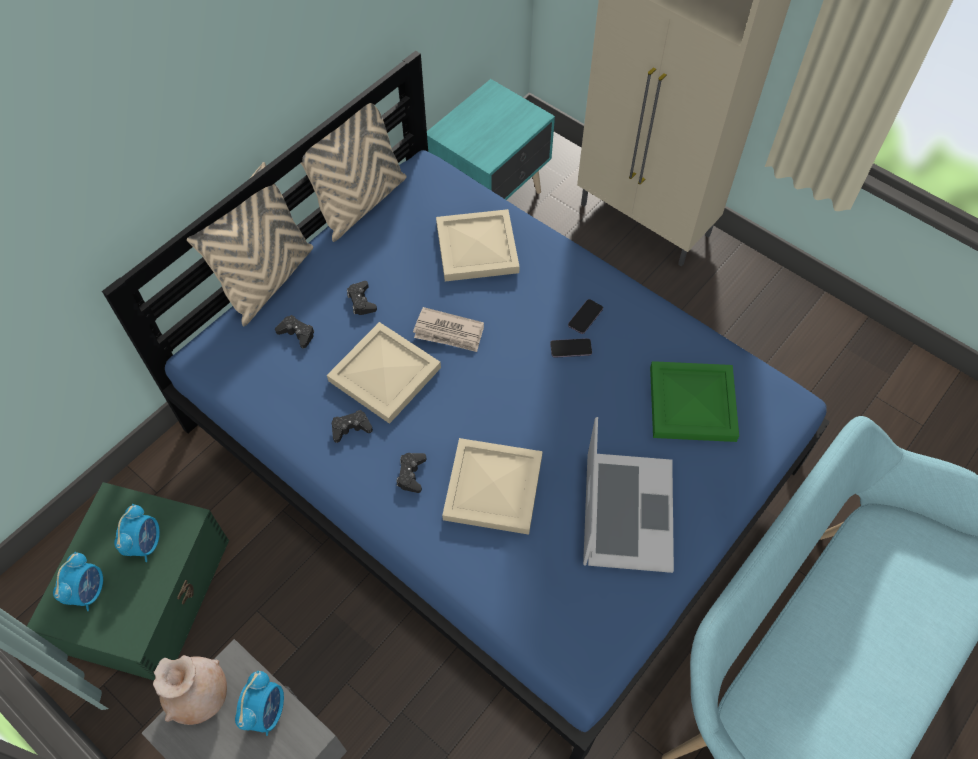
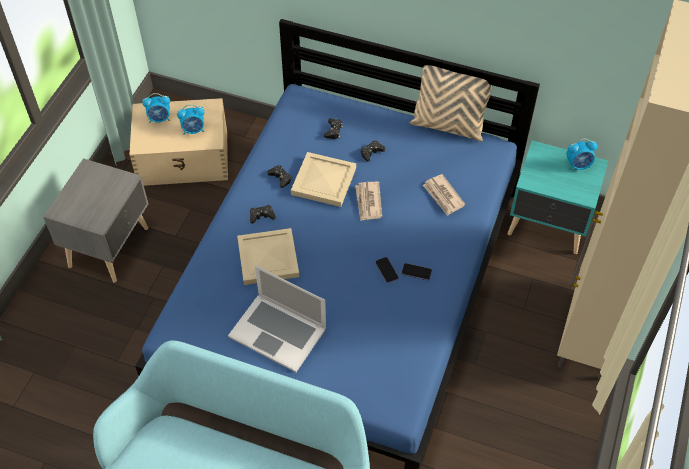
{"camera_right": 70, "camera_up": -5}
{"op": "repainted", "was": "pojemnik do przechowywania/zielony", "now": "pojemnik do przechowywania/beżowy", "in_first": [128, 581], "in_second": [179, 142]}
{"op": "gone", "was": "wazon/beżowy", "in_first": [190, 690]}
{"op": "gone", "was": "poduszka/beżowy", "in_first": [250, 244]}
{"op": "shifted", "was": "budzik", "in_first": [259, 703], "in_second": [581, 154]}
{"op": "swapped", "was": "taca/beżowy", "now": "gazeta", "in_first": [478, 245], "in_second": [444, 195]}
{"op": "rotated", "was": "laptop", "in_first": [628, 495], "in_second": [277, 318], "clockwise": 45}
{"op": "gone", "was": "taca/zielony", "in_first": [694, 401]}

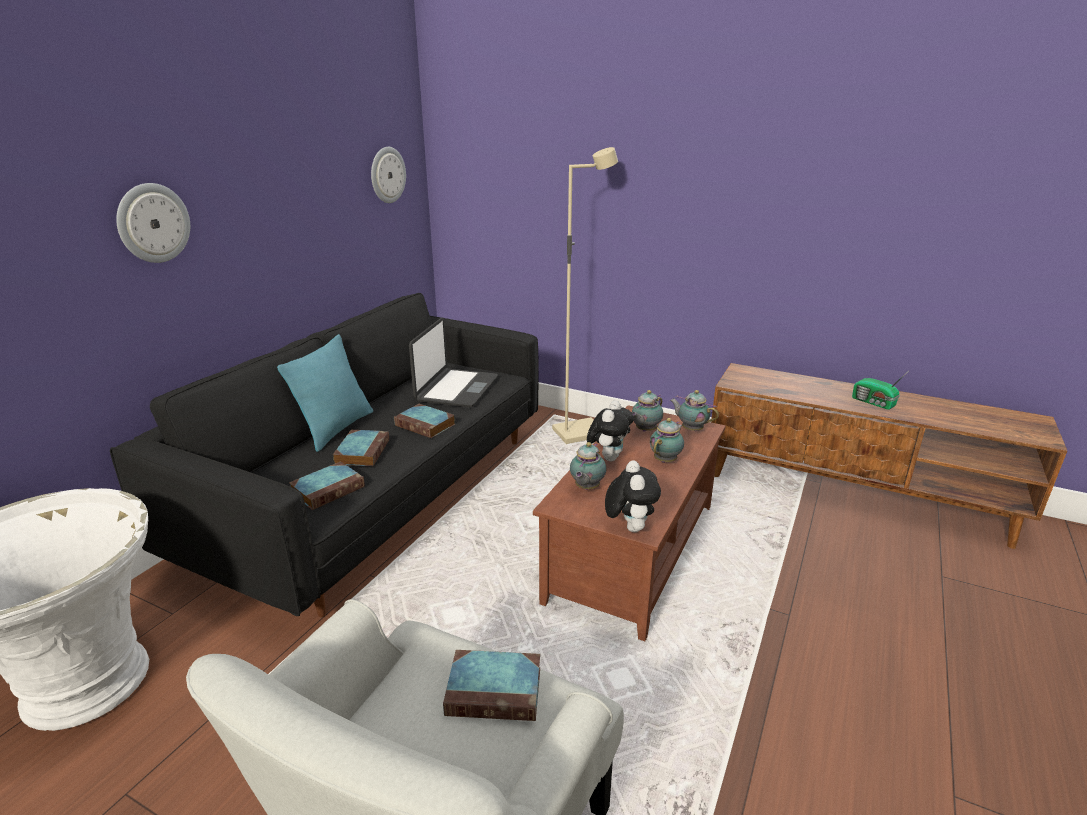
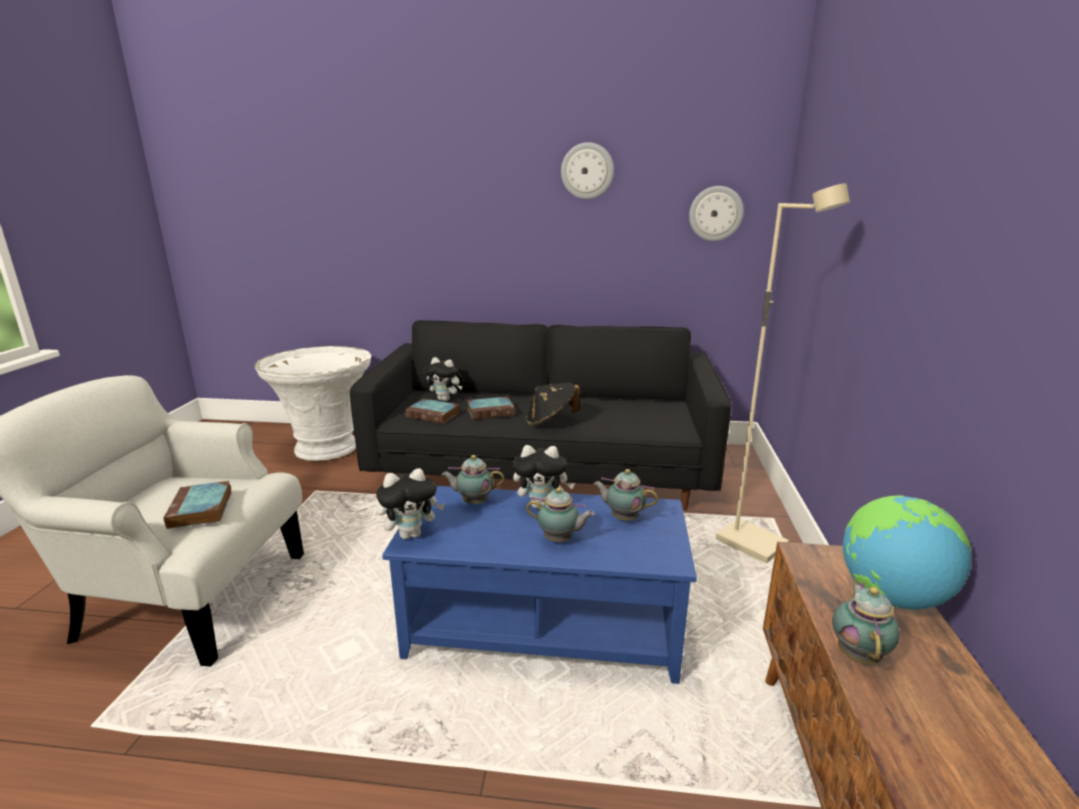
{"camera_right": 70, "camera_up": -5}
{"op": "shifted", "was": "zegar ścienny", "in_first": [153, 223], "in_second": [587, 170]}
{"op": "gone", "was": "poduszka/turkusowy", "in_first": [325, 393]}
{"op": "swapped", "was": "książka", "now": "kapelusz/czarny", "in_first": [424, 421], "in_second": [553, 404]}
{"op": "gone", "was": "laptop", "in_first": [453, 362]}
{"op": "repainted", "was": "ława/brązowy", "now": "ława/niebieski", "in_first": [629, 523], "in_second": [539, 585]}
{"op": "shifted", "was": "imbryk", "in_first": [694, 410], "in_second": [866, 623]}
{"op": "gone", "was": "radio", "in_first": [880, 391]}
{"op": "new", "now": "pluszak", "in_second": [443, 379]}
{"op": "new", "now": "globus", "in_second": [907, 552]}

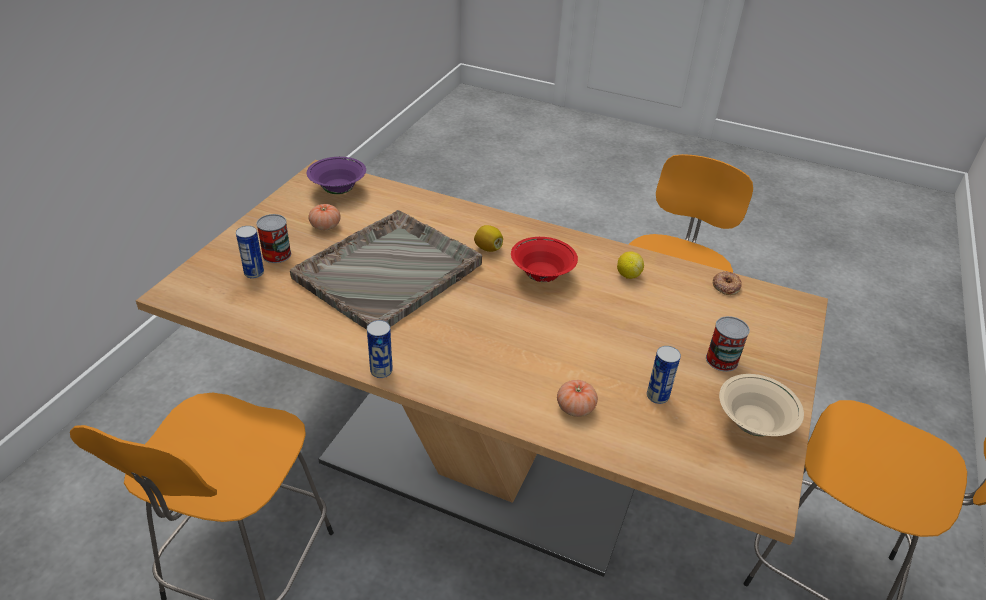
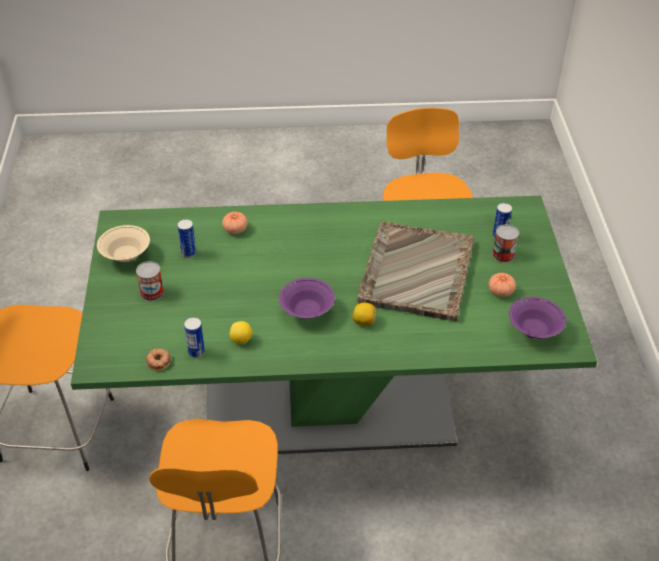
{"camera_right": 155, "camera_up": 5}
{"op": "repainted", "was": "stół jadalny/beżowy", "now": "stół jadalny/zielony", "in_first": [482, 368], "in_second": [334, 325]}
{"op": "shifted", "was": "puszka", "in_first": [380, 349], "in_second": [194, 337]}
{"op": "repainted", "was": "miska/czerwony", "now": "miska/fioletowy", "in_first": [544, 259], "in_second": [307, 298]}

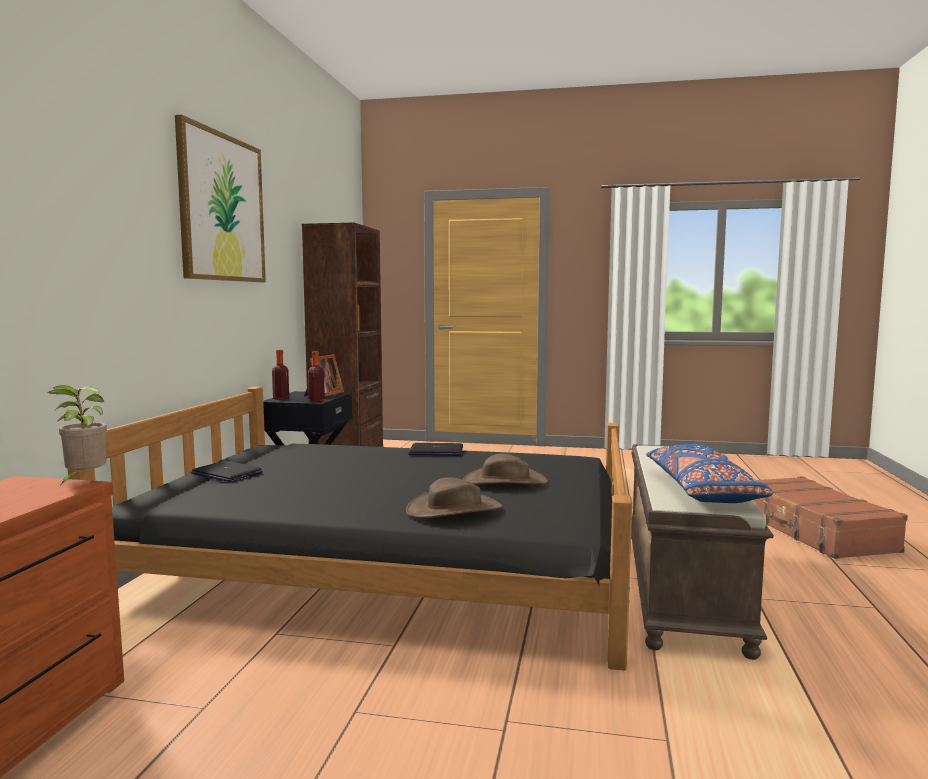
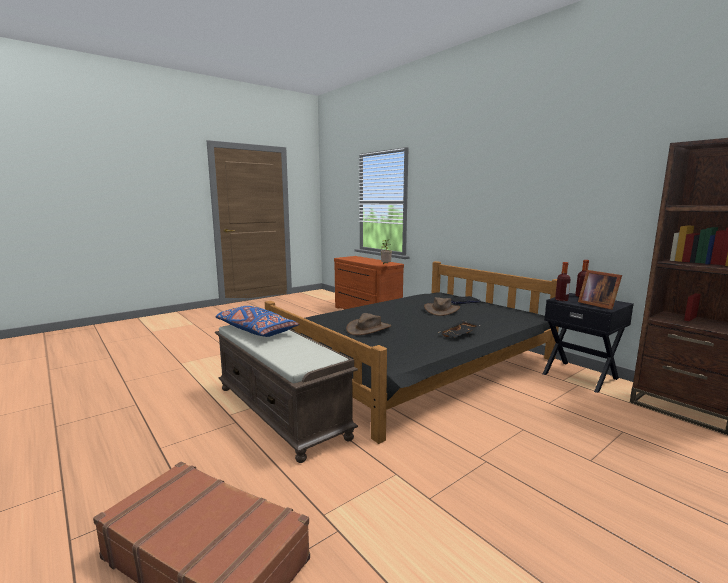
{"camera_right": 130, "camera_up": 5}
{"op": "gone", "was": "obraz", "in_first": [220, 198]}
{"op": "shifted", "was": "kapelusz/brązowy", "in_first": [454, 498], "in_second": [442, 306]}
{"op": "swapped", "was": "laptop", "now": "taca/czarny", "in_first": [435, 449], "in_second": [460, 329]}

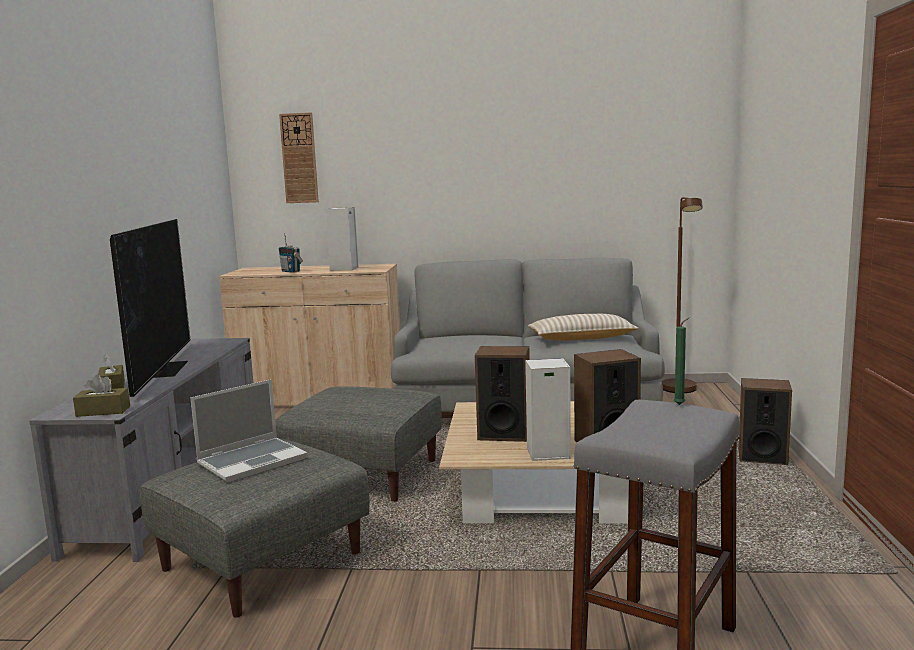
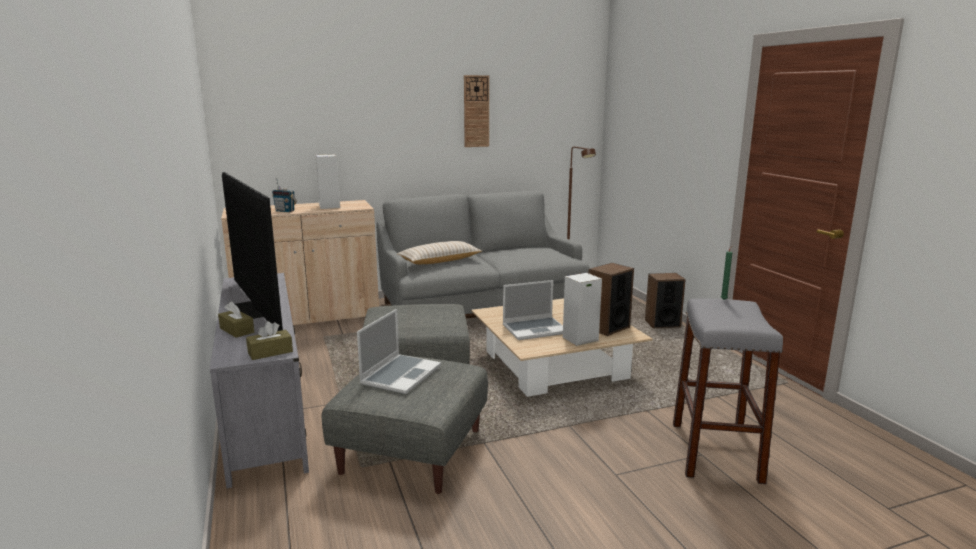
{"camera_right": -25, "camera_up": 5}
{"op": "shifted", "was": "zegar ścienny", "in_first": [299, 157], "in_second": [476, 111]}
{"op": "swapped", "was": "głośnik", "now": "laptop", "in_first": [502, 394], "in_second": [533, 310]}
{"op": "shifted", "was": "poduszka/beżowy", "in_first": [583, 327], "in_second": [439, 252]}

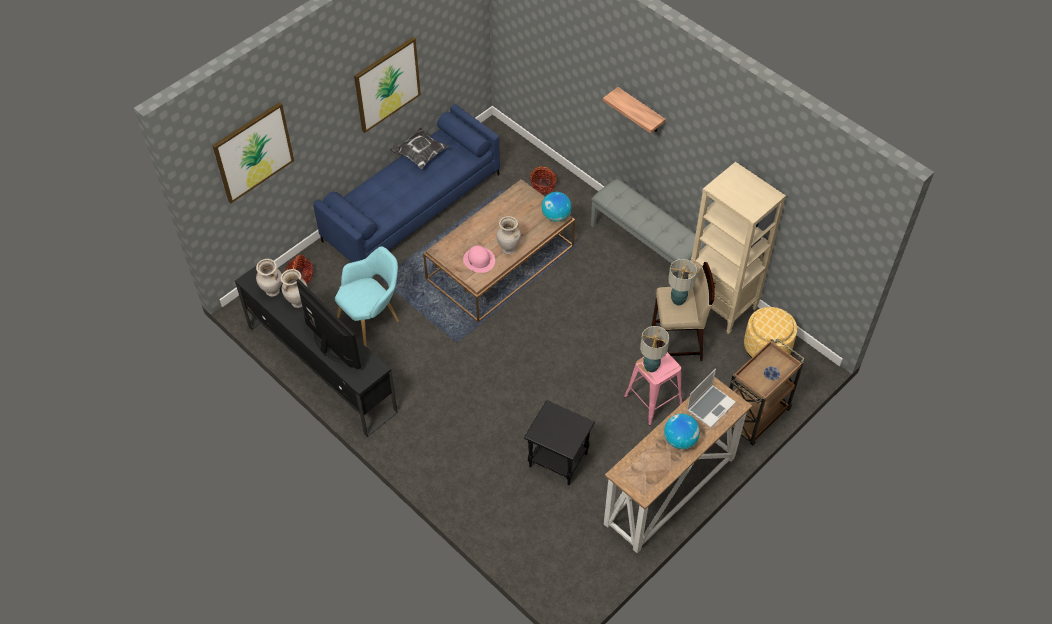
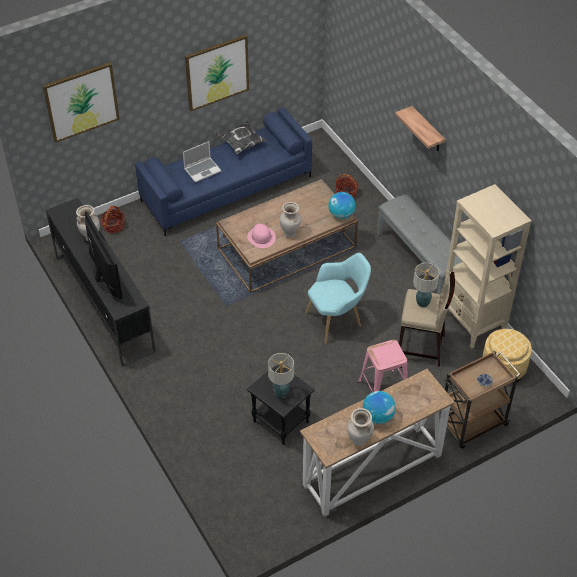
{"camera_right": 15, "camera_up": -5}
{"op": "shifted", "was": "wazon/beżowy", "in_first": [269, 278], "in_second": [360, 427]}
{"op": "shifted", "was": "fotel/turkusowy", "in_first": [367, 296], "in_second": [338, 298]}
{"op": "shifted", "was": "lampa stołowa", "in_first": [654, 349], "in_second": [281, 375]}
{"op": "shifted", "was": "laptop", "in_first": [711, 398], "in_second": [202, 161]}

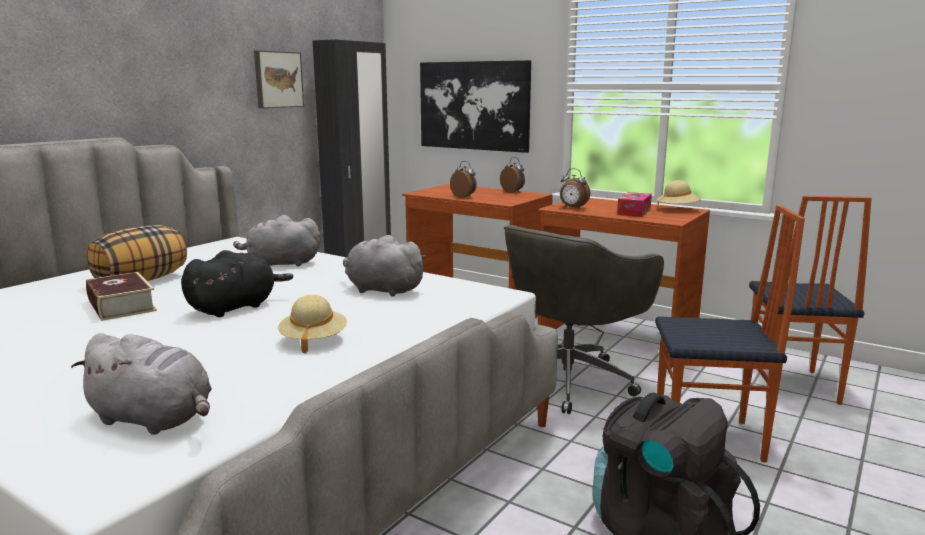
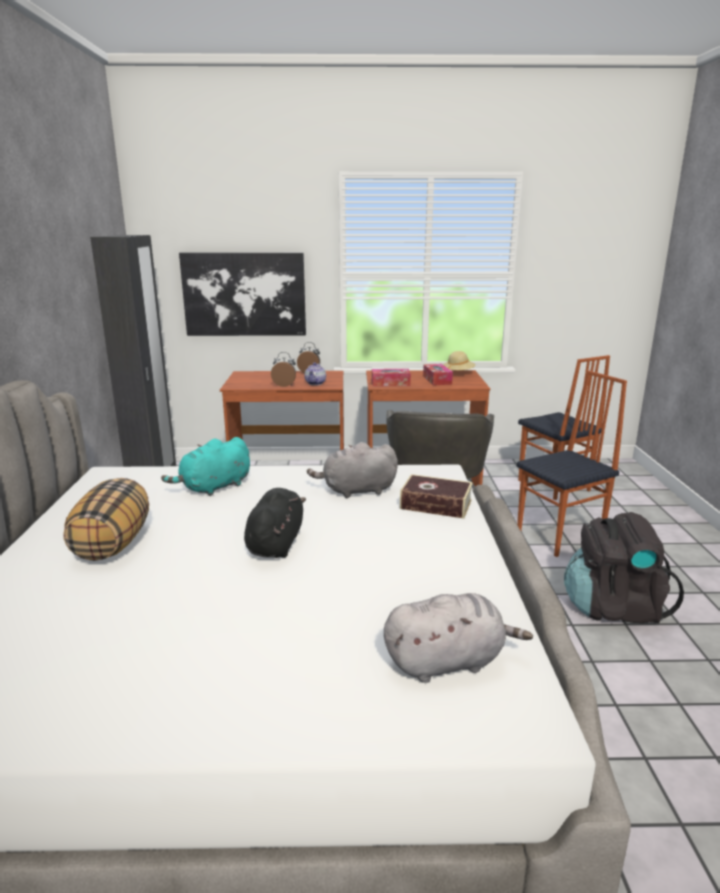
{"camera_right": -35, "camera_up": 5}
{"op": "shifted", "was": "książka", "in_first": [121, 296], "in_second": [436, 496]}
{"op": "repainted", "was": "pluszak/szary", "now": "pluszak/turkusowy", "in_first": [276, 240], "in_second": [205, 466]}
{"op": "gone", "was": "obraz", "in_first": [279, 79]}
{"op": "gone", "was": "kapelusz/beżowy", "in_first": [312, 324]}
{"op": "swapped", "was": "budzik", "now": "pudełko chusteczek", "in_first": [575, 188], "in_second": [391, 377]}
{"op": "new", "now": "imbryk", "in_second": [315, 373]}

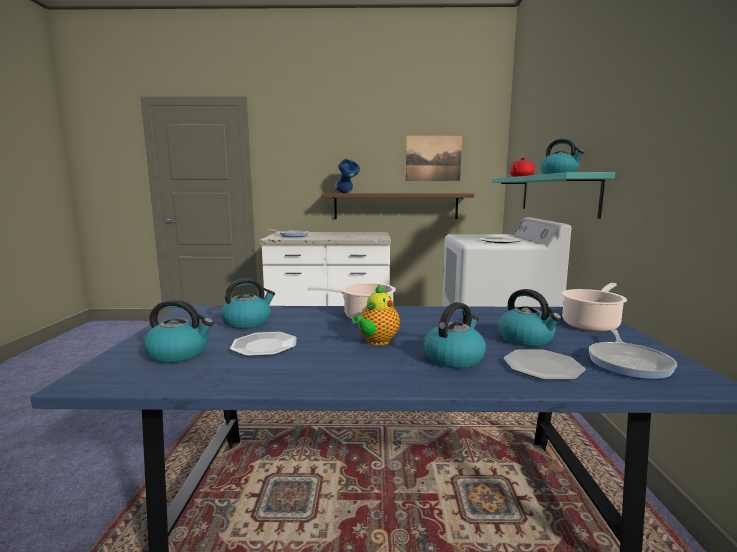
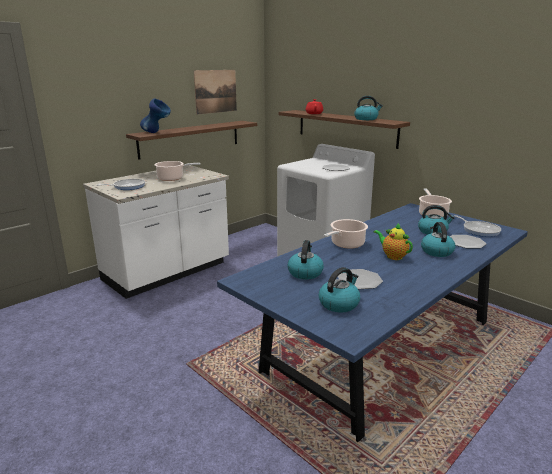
{"camera_right": -45, "camera_up": 10}
{"op": "rotated", "was": "imbryk", "in_first": [376, 314], "in_second": [393, 242], "clockwise": 150}
{"op": "repainted", "was": "półka/turkusowy", "now": "półka/brązowy", "in_first": [553, 195], "in_second": [344, 129]}
{"op": "new", "now": "garnek", "in_second": [178, 171]}

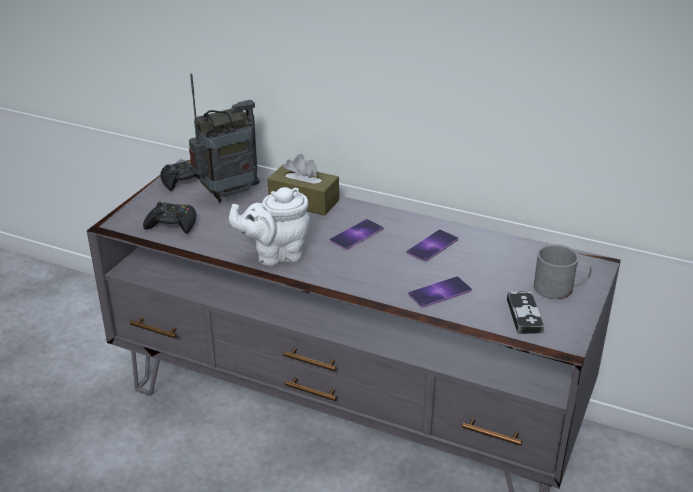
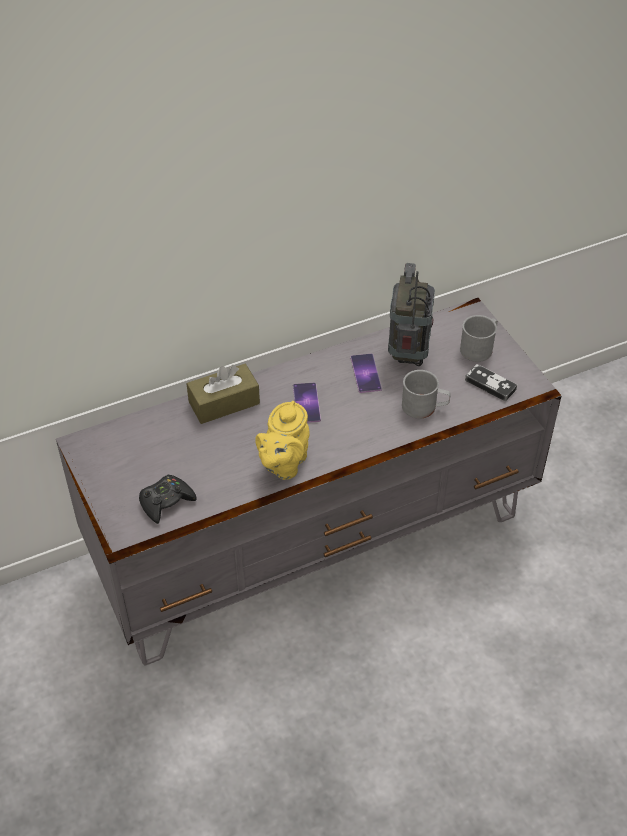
{"camera_right": -50, "camera_up": 15}
{"op": "gone", "was": "pad do gier/czarny", "in_first": [180, 175]}
{"op": "shifted", "was": "radio", "in_first": [224, 138], "in_second": [411, 314]}
{"op": "repainted", "was": "imbryk/biały", "now": "imbryk/żółty", "in_first": [269, 226], "in_second": [282, 440]}
{"op": "swapped", "was": "telefon", "now": "kubek/szary", "in_first": [440, 292], "in_second": [426, 394]}

